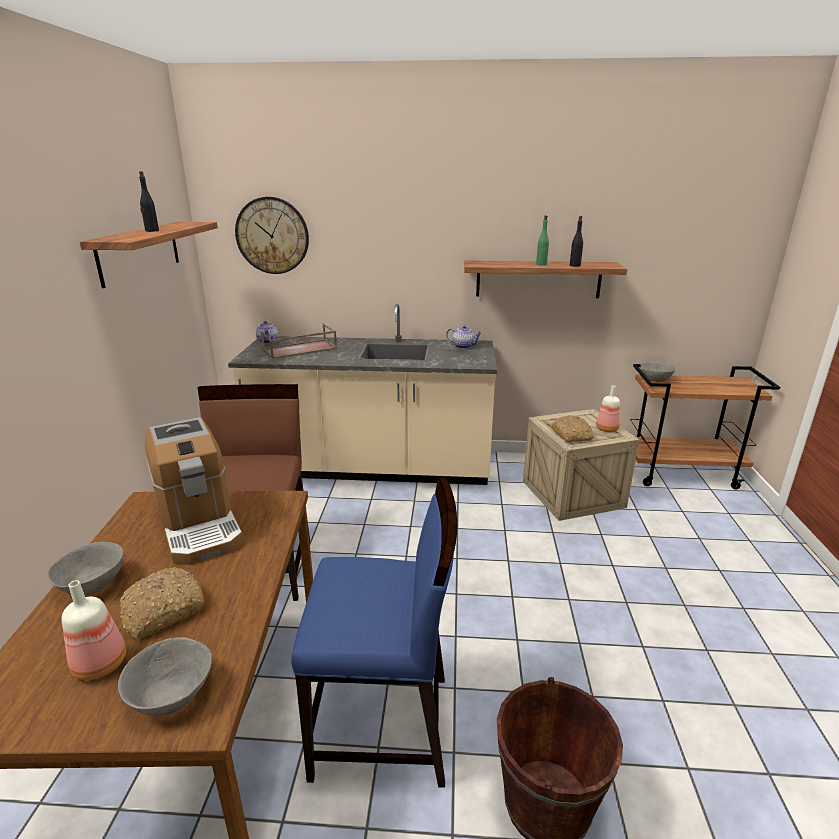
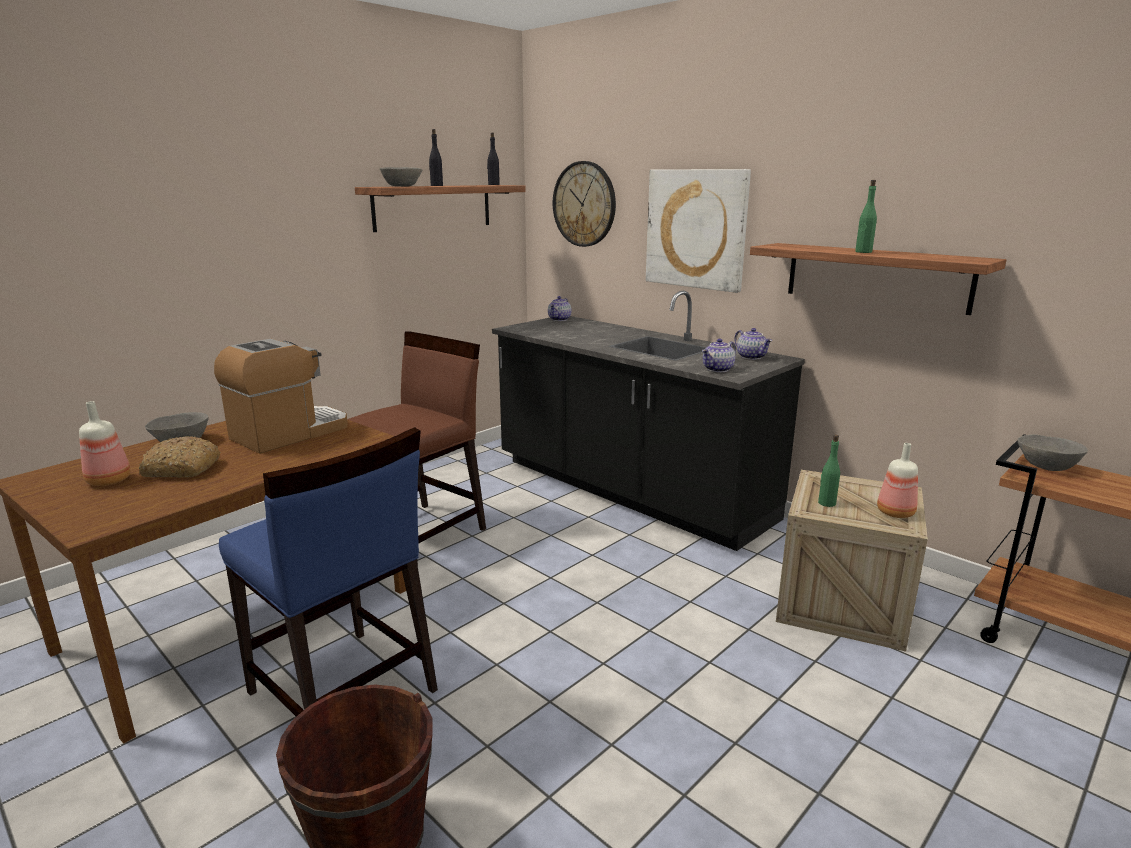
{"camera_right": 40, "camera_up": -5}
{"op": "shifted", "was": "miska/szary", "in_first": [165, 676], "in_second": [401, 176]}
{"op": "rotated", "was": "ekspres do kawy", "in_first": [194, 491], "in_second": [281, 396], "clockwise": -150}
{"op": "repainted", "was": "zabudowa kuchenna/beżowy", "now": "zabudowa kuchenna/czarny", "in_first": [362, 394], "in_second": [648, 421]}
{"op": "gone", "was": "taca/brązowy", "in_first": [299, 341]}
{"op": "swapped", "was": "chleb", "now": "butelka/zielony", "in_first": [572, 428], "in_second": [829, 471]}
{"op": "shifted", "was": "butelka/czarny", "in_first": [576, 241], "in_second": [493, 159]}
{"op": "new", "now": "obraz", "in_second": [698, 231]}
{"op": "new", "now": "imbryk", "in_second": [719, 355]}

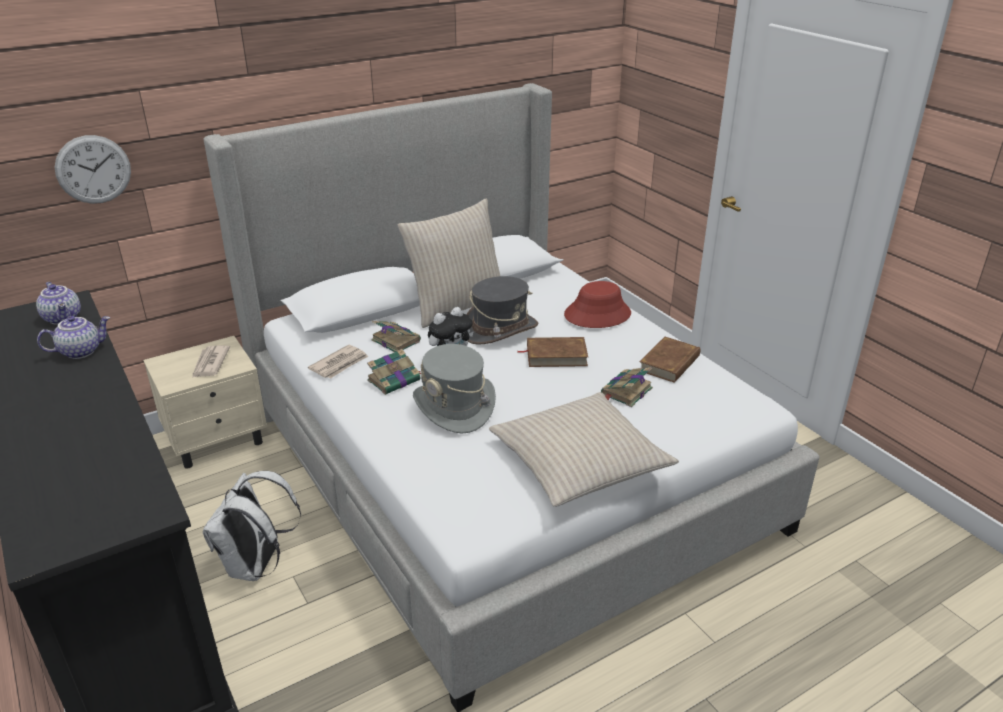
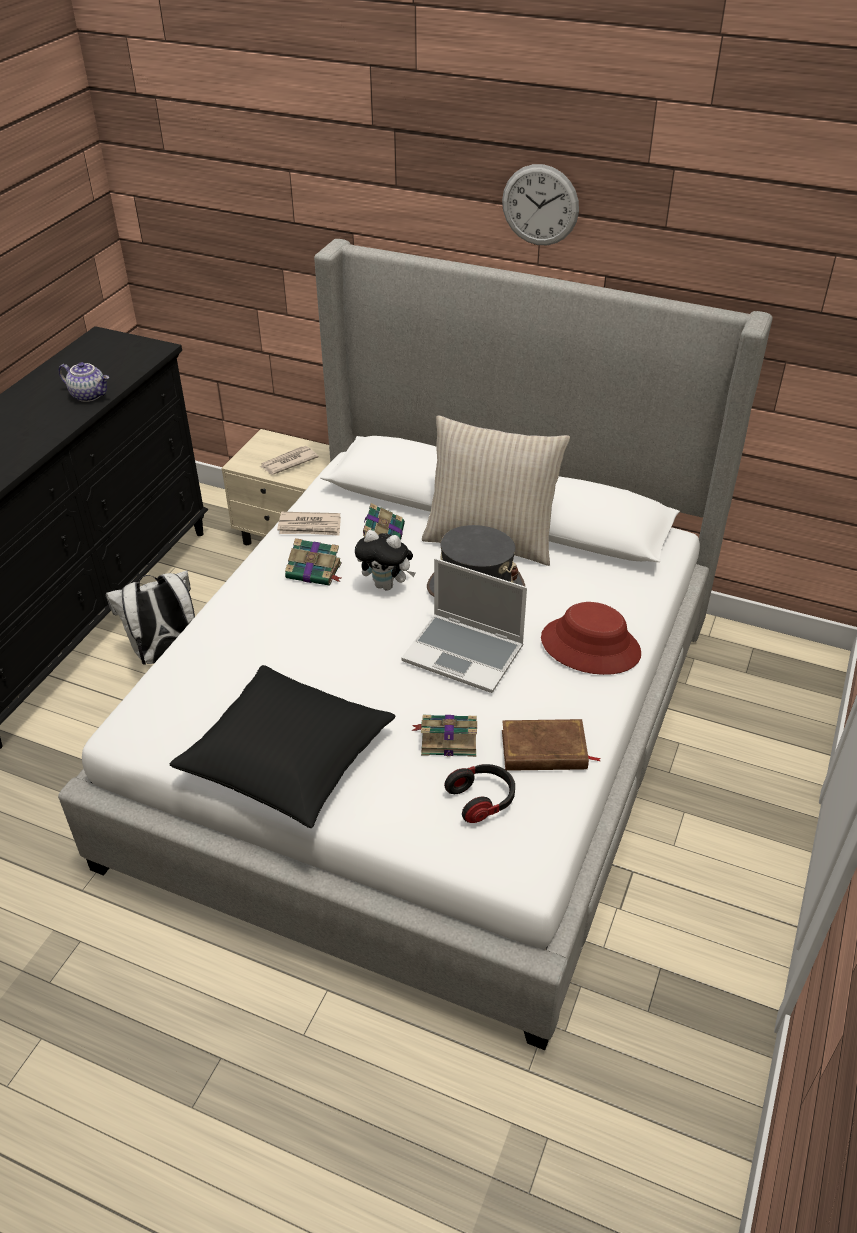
{"camera_right": 55, "camera_up": 10}
{"op": "gone", "was": "imbryk", "in_first": [58, 303]}
{"op": "shifted", "was": "zegar ścienny", "in_first": [92, 169], "in_second": [540, 204]}
{"op": "gone", "was": "kapelusz/szary", "in_first": [454, 389]}
{"op": "repainted", "was": "poduszka/beżowy", "now": "poduszka/czarny", "in_first": [584, 449], "in_second": [282, 746]}
{"op": "swapped", "was": "książka/brązowy", "now": "laptop", "in_first": [553, 352], "in_second": [464, 625]}
{"op": "new", "now": "słuchawki", "in_second": [479, 793]}

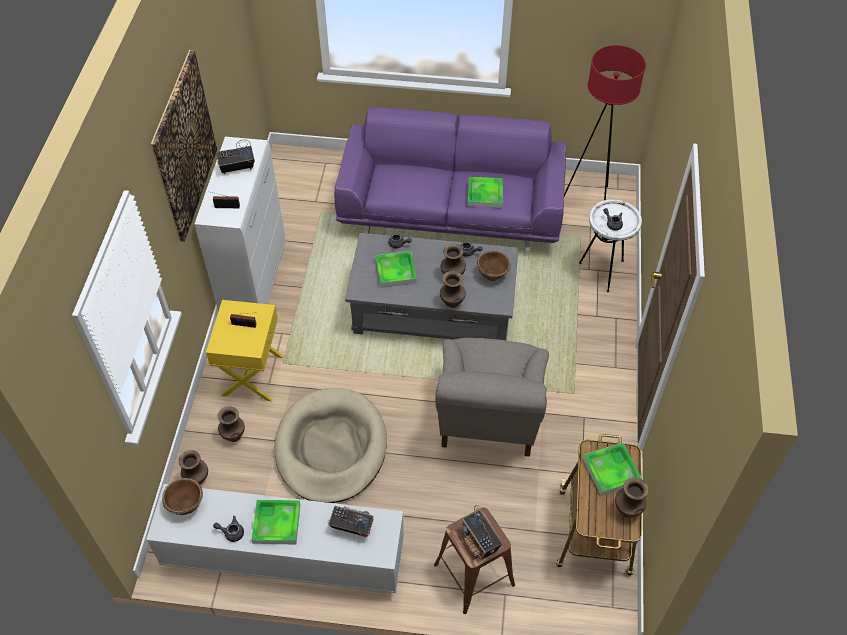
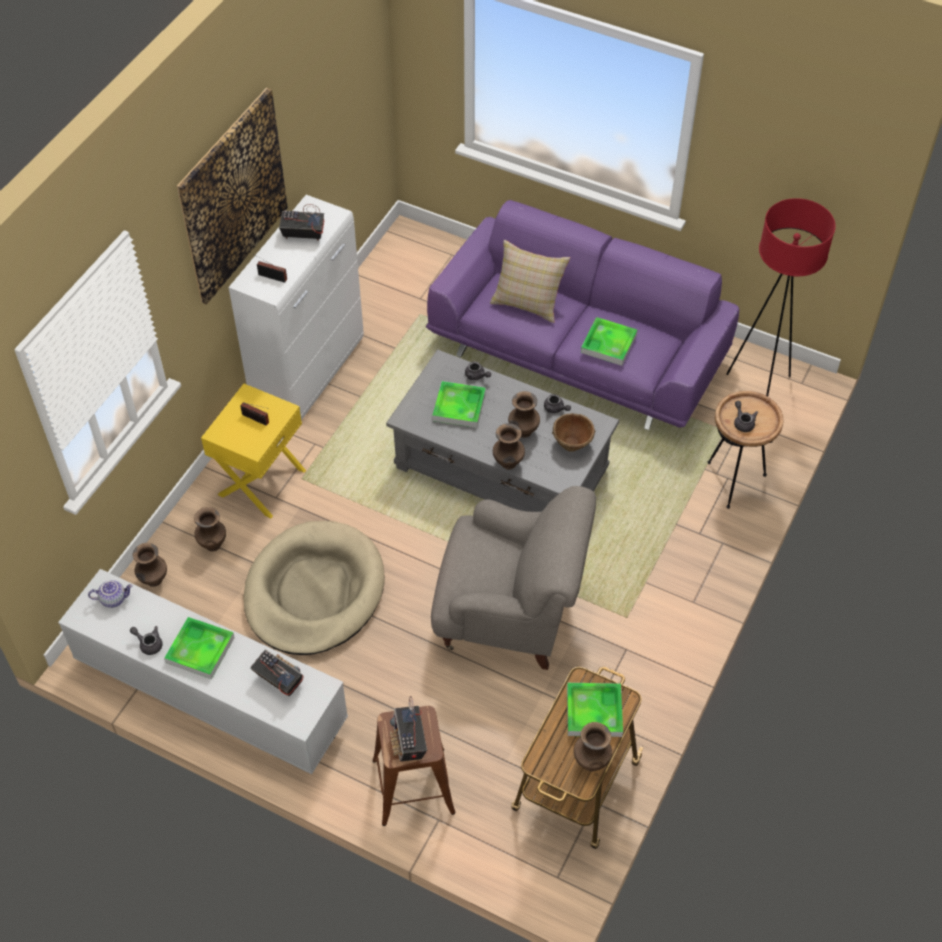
{"camera_right": 20, "camera_up": 0}
{"op": "swapped", "was": "miska/brązowy", "now": "imbryk", "in_first": [182, 496], "in_second": [110, 594]}
{"op": "rotated", "was": "fotel/szary", "in_first": [492, 397], "in_second": [513, 578], "clockwise": -105}
{"op": "repainted", "was": "stolik/biały", "now": "stolik/brązowy", "in_first": [610, 245], "in_second": [746, 450]}
{"op": "new", "now": "poduszka/beżowy", "in_second": [530, 281]}

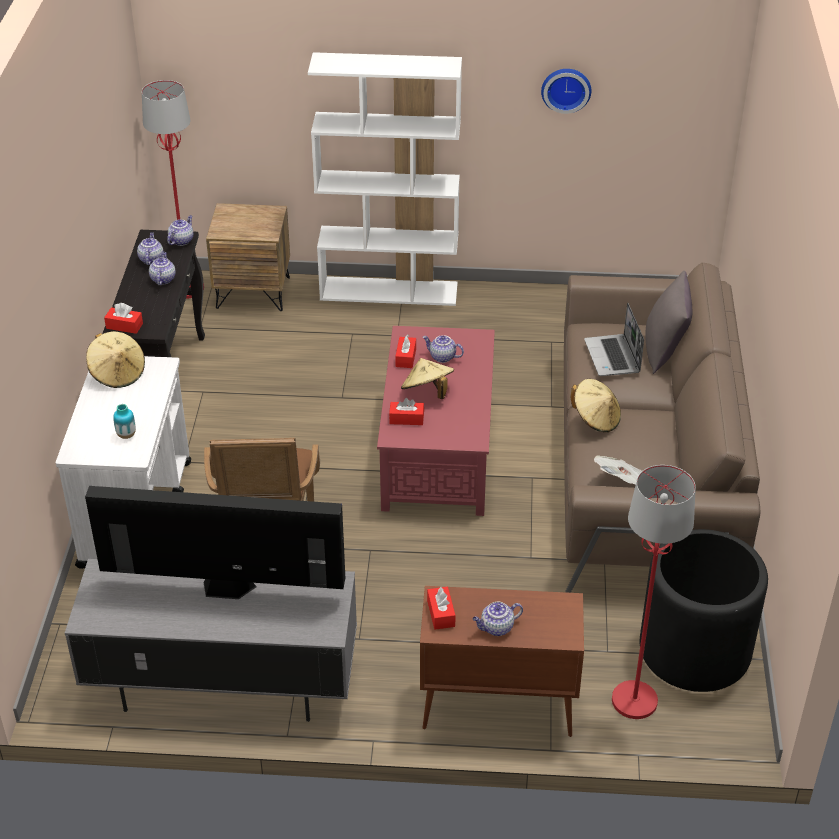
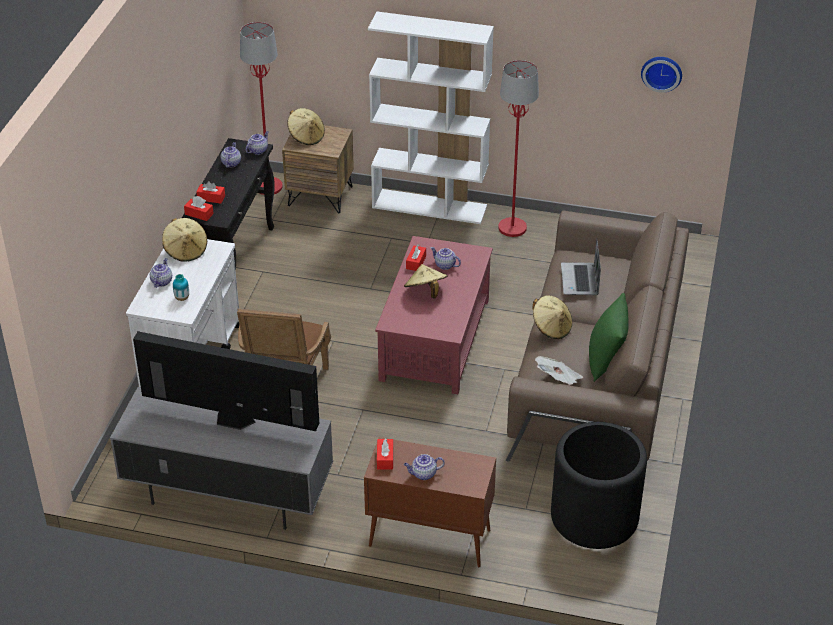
{"camera_right": 10, "camera_up": 0}
{"op": "shifted", "was": "imbryk", "in_first": [162, 268], "in_second": [161, 273]}
{"op": "shifted", "was": "pudełko chusteczek/czerwony", "in_first": [406, 411], "in_second": [210, 192]}
{"op": "shifted", "was": "zegar ścienny", "in_first": [566, 91], "in_second": [661, 75]}
{"op": "shifted", "was": "lampa stojąca/czerwony", "in_first": [654, 592], "in_second": [518, 148]}
{"op": "gone", "was": "poduszka/szary", "in_first": [668, 322]}
{"op": "new", "now": "kapelusz/beżowy", "in_second": [306, 126]}
{"op": "new", "now": "poduszka/zielony", "in_second": [609, 337]}

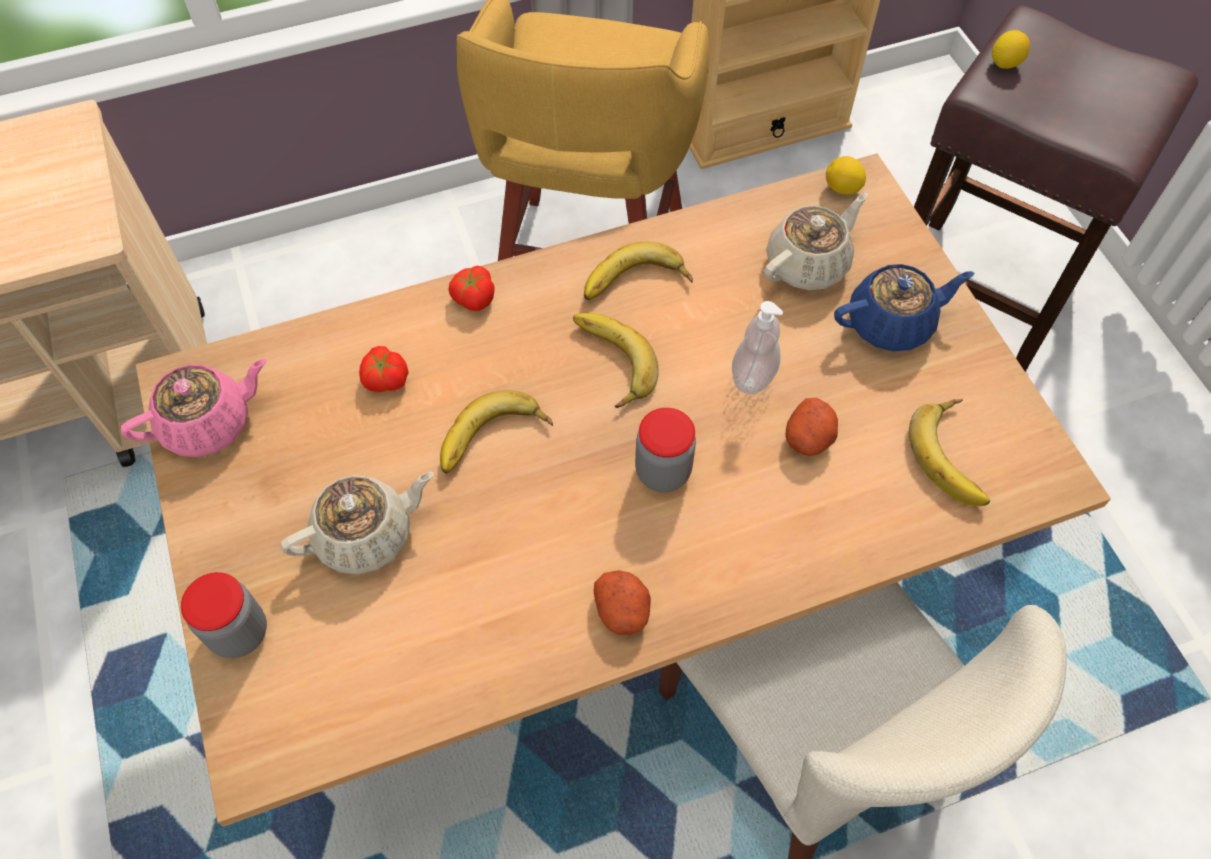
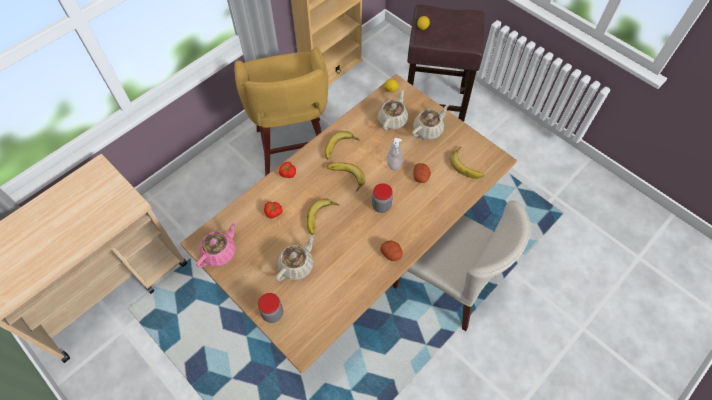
{"camera_right": -25, "camera_up": 0}
{"op": "repainted", "was": "imbryk/niebieski", "now": "imbryk/beżowy", "in_first": [904, 307], "in_second": [430, 122]}

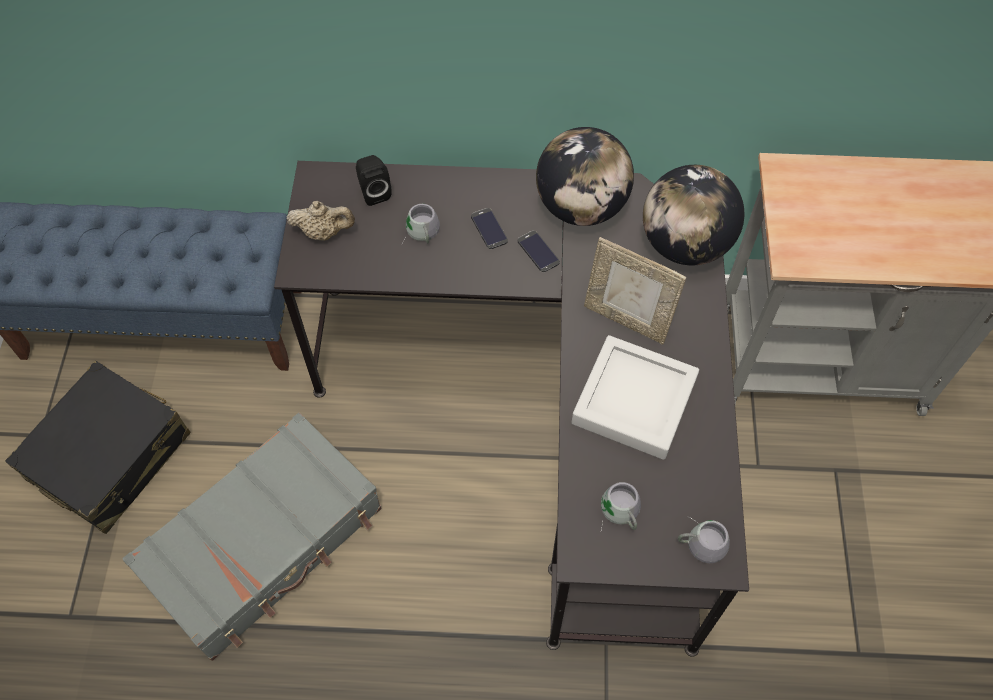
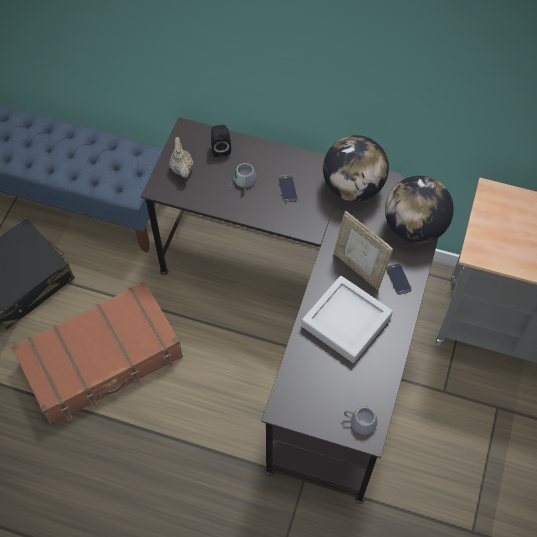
{"camera_right": 15, "camera_up": 0}
{"op": "repainted", "was": "walizka/szary", "now": "walizka/brązowy", "in_first": [252, 537], "in_second": [97, 353]}
{"op": "rotated", "was": "imbryk/beżowy", "in_first": [320, 221], "in_second": [181, 157], "clockwise": -120}
{"op": "shifted", "was": "telefon", "in_first": [539, 251], "in_second": [398, 279]}
{"op": "gone", "was": "kubek/szary", "in_first": [621, 506]}

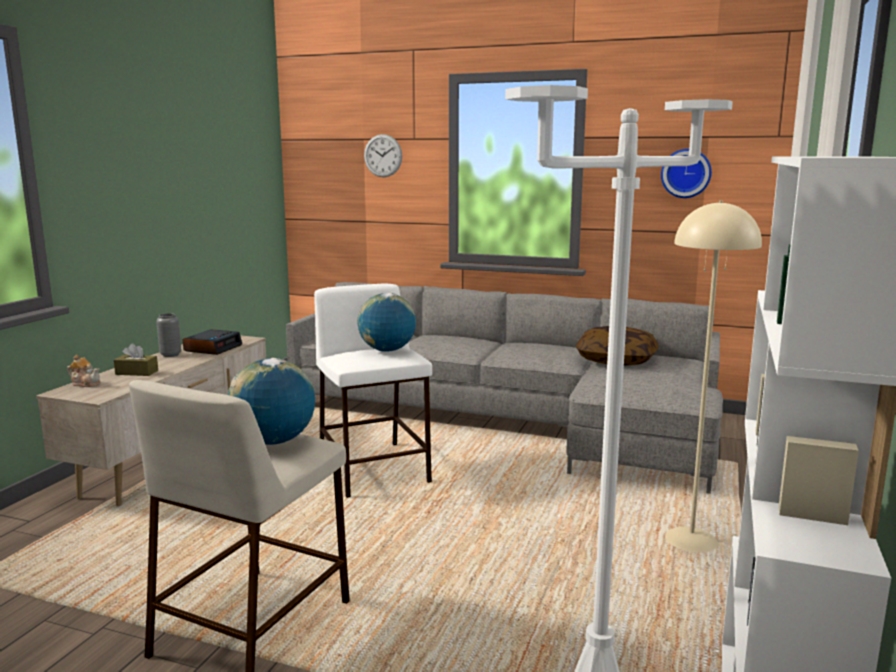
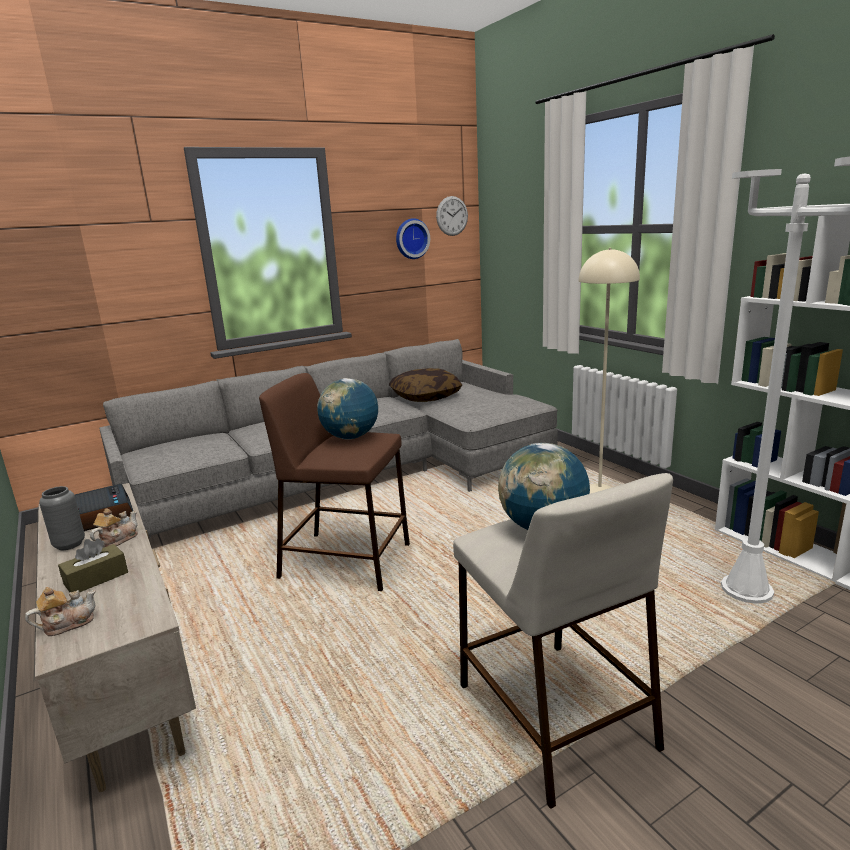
{"camera_right": -50, "camera_up": 5}
{"op": "repainted", "was": "stołek/biały", "now": "stołek/brązowy", "in_first": [373, 390], "in_second": [334, 482]}
{"op": "shifted", "was": "zegar ścienny", "in_first": [383, 155], "in_second": [452, 216]}
{"op": "new", "now": "imbryk", "in_second": [114, 528]}

